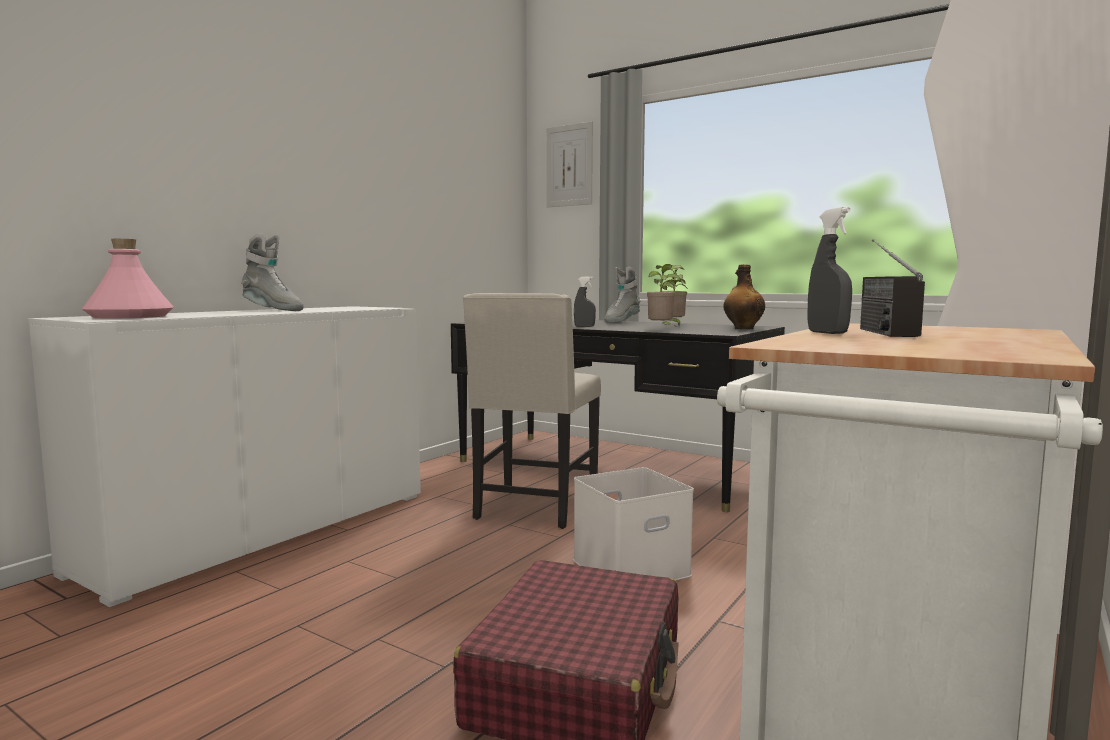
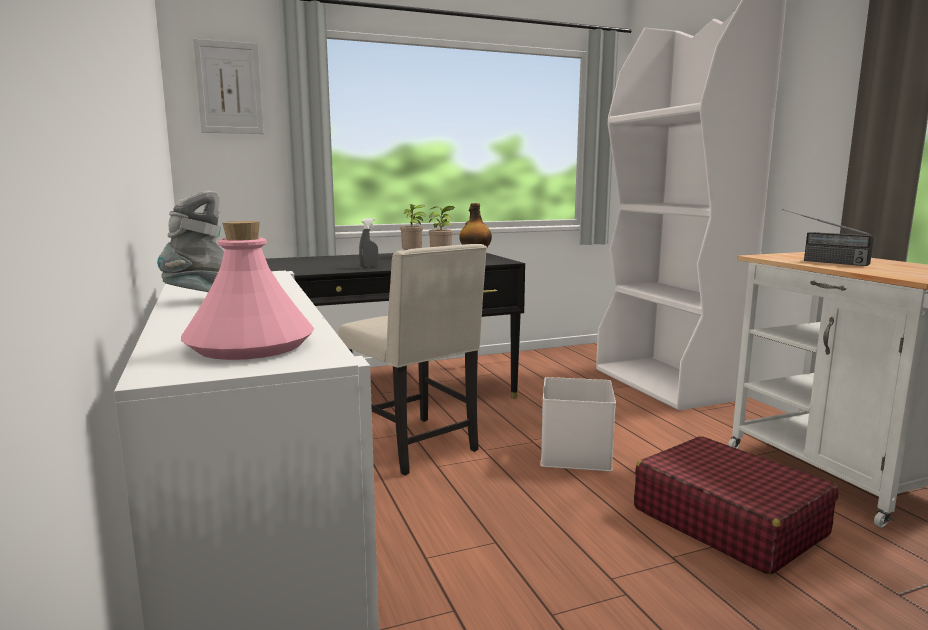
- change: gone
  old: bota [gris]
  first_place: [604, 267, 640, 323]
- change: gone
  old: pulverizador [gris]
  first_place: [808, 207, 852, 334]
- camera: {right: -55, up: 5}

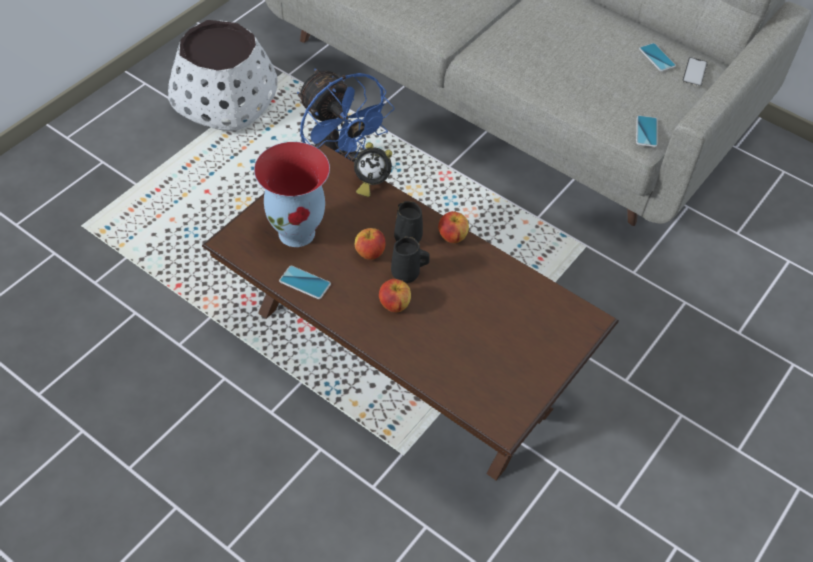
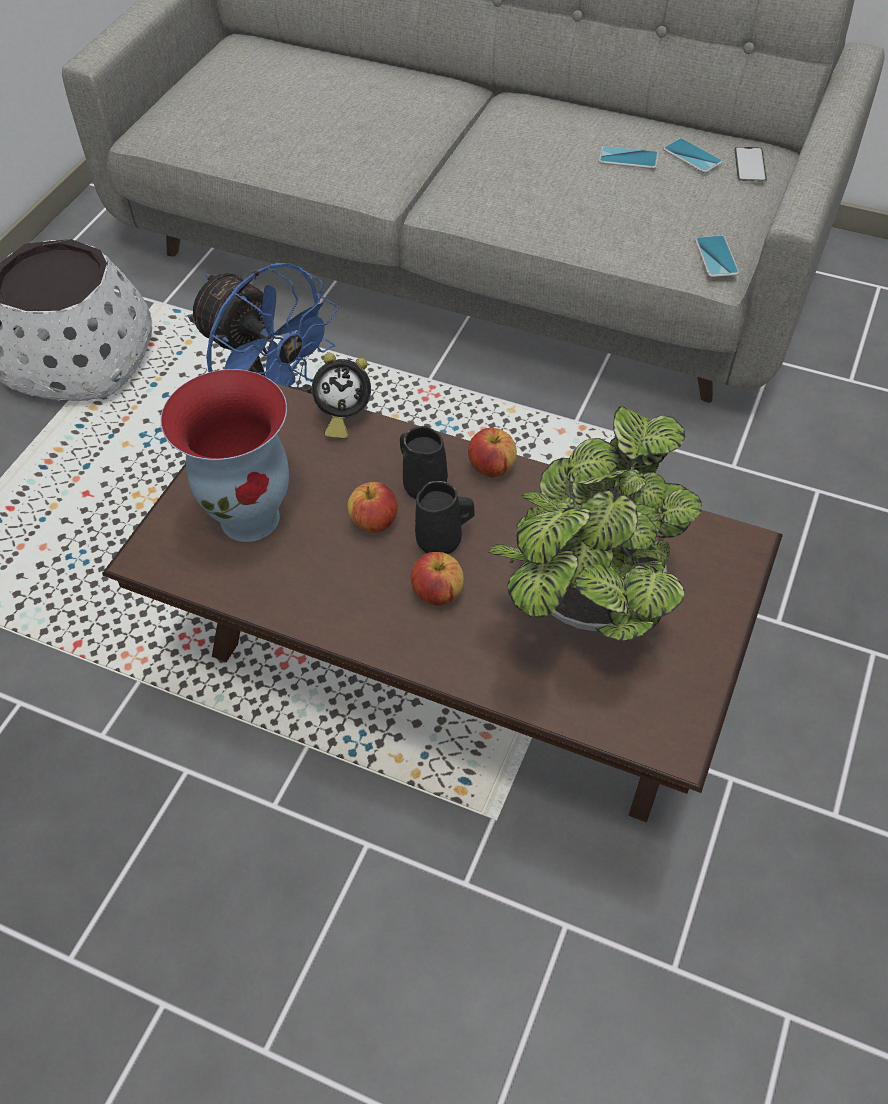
- change: new
  new: planta en maceta
  second_place: [489, 406, 702, 641]
- change: shifted
  old: móvil
  first_place: [279, 266, 331, 299]
  second_place: [599, 146, 659, 169]
- camera: {right: -10, up: 0}

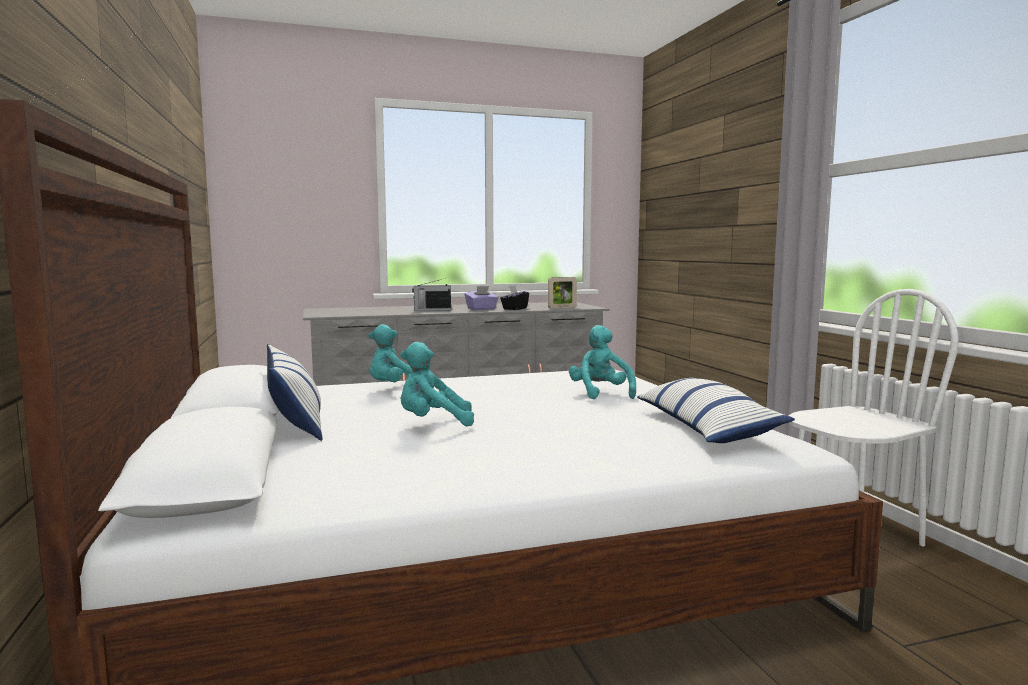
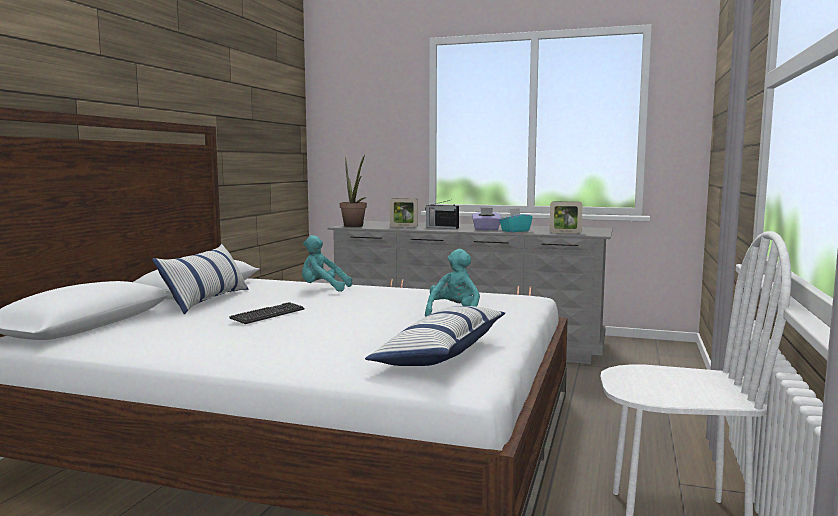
- change: swapped
  old: peluche [turquesa]
  new: teclado
  first_place: [400, 342, 474, 426]
  second_place: [229, 302, 305, 324]
- change: new
  new: planta en maceta
  second_place: [340, 155, 367, 227]
- change: new
  new: portarretratos
  second_place: [390, 198, 418, 227]
- change: repainted
  old: caja de pañuelos [negro]
  new: caja de pañuelos [turquesa]
  first_place: [500, 286, 529, 310]
  second_place: [499, 208, 533, 232]
- camera: {right: 35, up: 0}

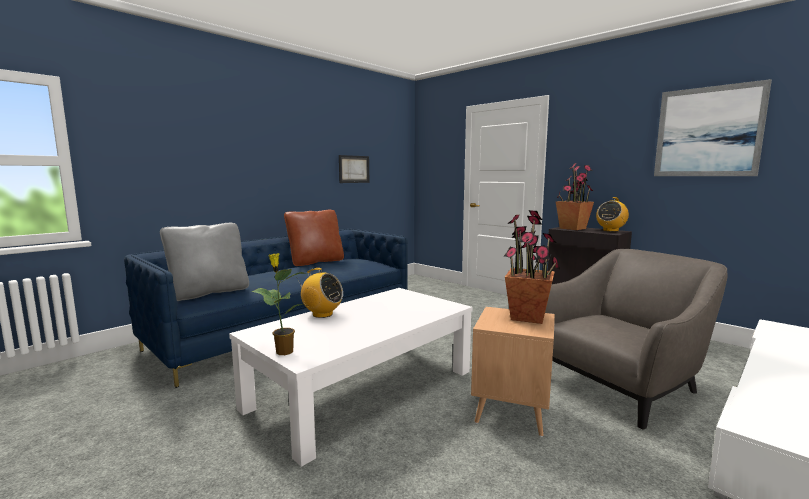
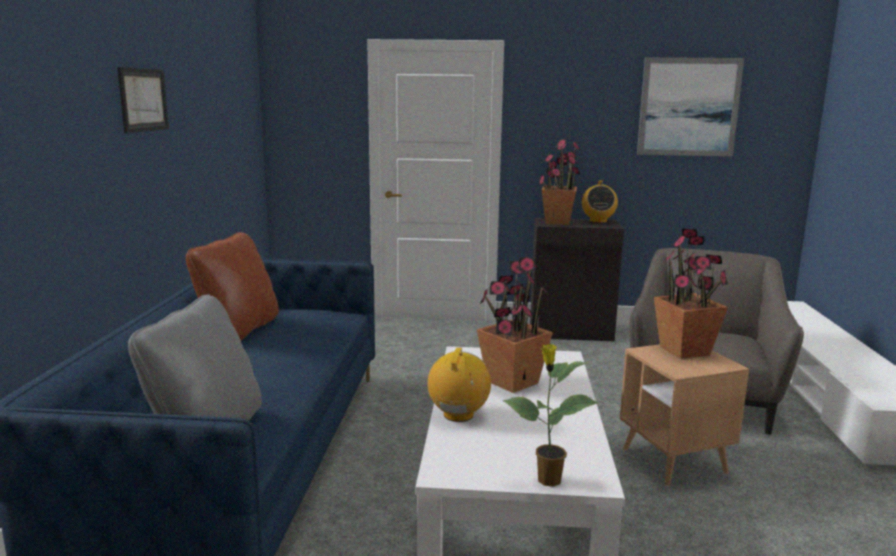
- change: shifted
  old: cuadro
  first_place: [339, 155, 369, 183]
  second_place: [117, 67, 169, 133]
- change: rotated
  old: radio
  first_place: [296, 268, 343, 318]
  second_place: [427, 347, 491, 422]
  degrees: -60
- change: new
  new: planta en maceta
  second_place: [477, 256, 553, 393]
- camera: {right: -40, up: 5}

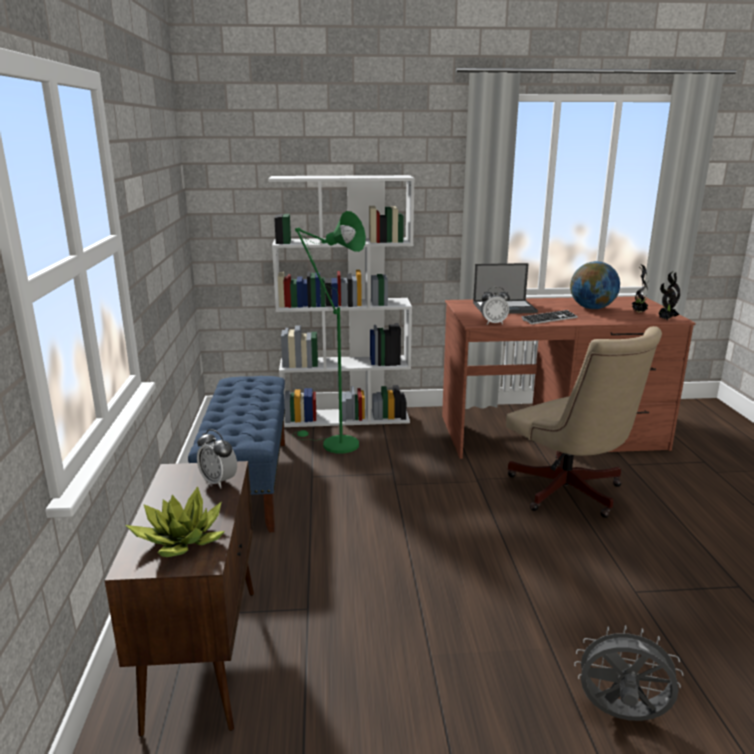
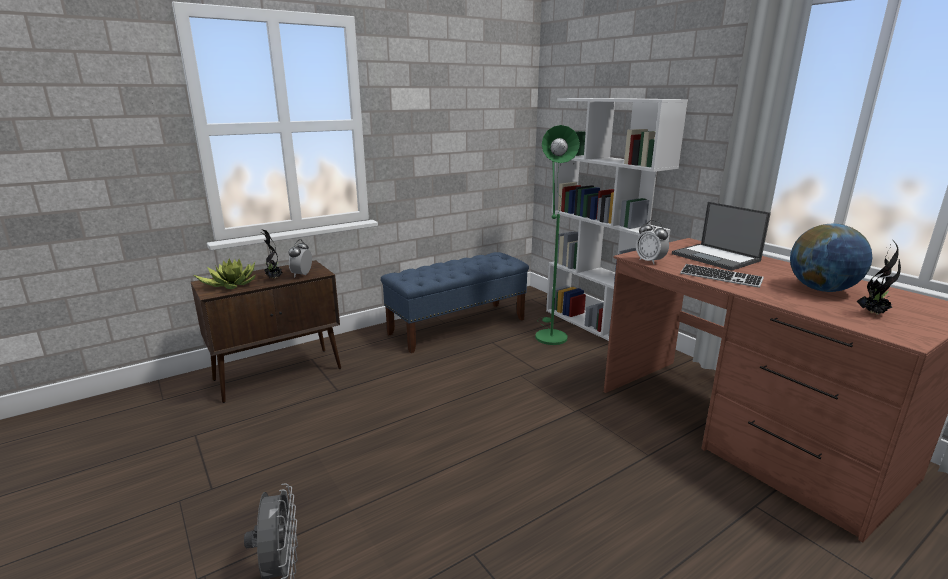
- change: shifted
  old: planta en maceta
  first_place: [658, 271, 680, 320]
  second_place: [261, 230, 283, 279]
- change: gone
  old: silla de oficina [beis]
  first_place: [506, 326, 662, 518]
- camera: {right: 60, up: 0}

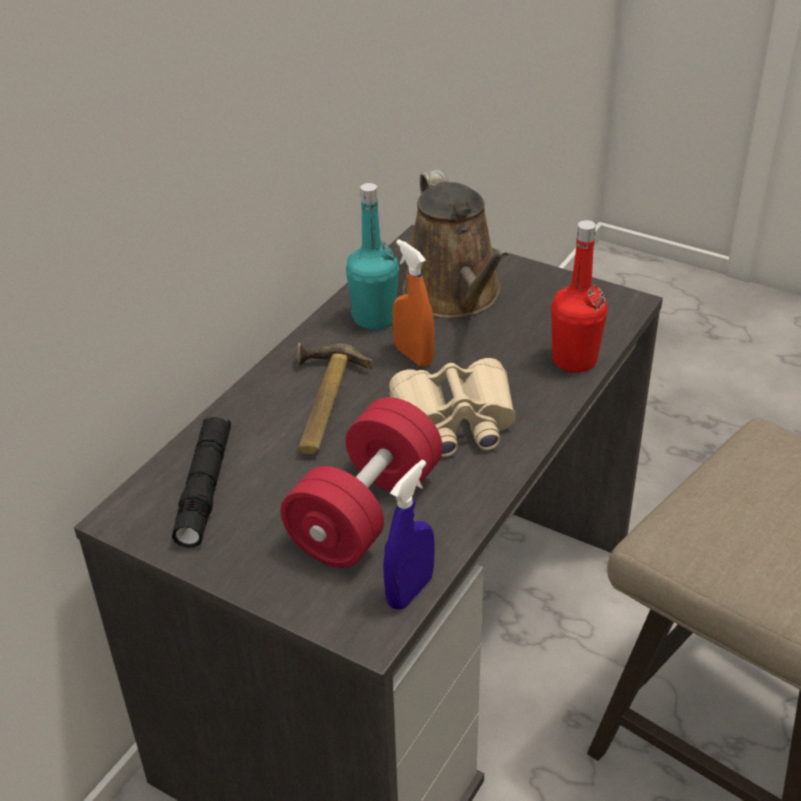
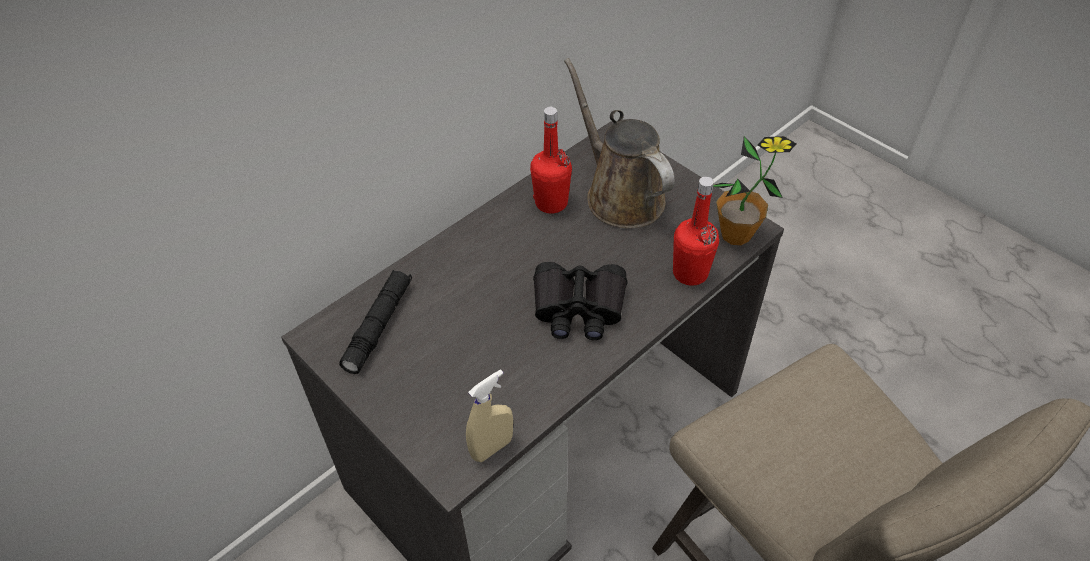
- change: repainted
  old: pulverizador [azul]
  new: pulverizador [beis]
  first_place: [383, 460, 435, 610]
  second_place: [466, 370, 513, 462]
- change: repainted
  old: botella [turquesa]
  new: botella [rojo]
  first_place: [346, 183, 399, 330]
  second_place: [530, 107, 572, 214]
- change: repainted
  old: prismáticos [beis]
  new: prismáticos [negro]
  first_place: [389, 358, 516, 457]
  second_place: [533, 262, 627, 340]
- change: rotated
  old: regadera [marrón]
  first_place: [402, 169, 509, 318]
  second_place: [564, 58, 675, 228]
  degrees: 150
- change: new
  new: planta en maceta
  second_place: [713, 136, 796, 245]
- change: gone
  old: mancuerna [rojo]
  first_place: [281, 397, 443, 568]
- change: gone
  old: martillo
  first_place: [297, 342, 373, 455]
- change: gone
  old: pulverizador [naranja]
  first_place: [392, 239, 435, 367]
- camera: {right: 15, up: 10}

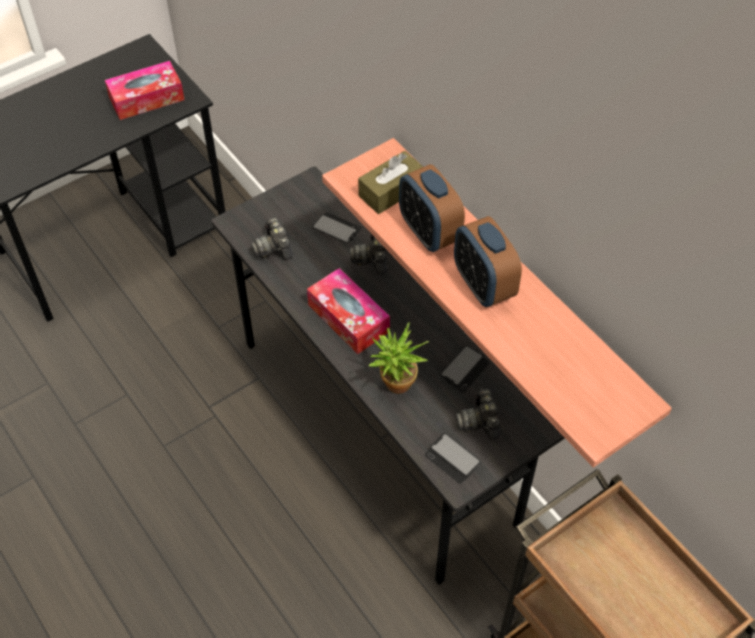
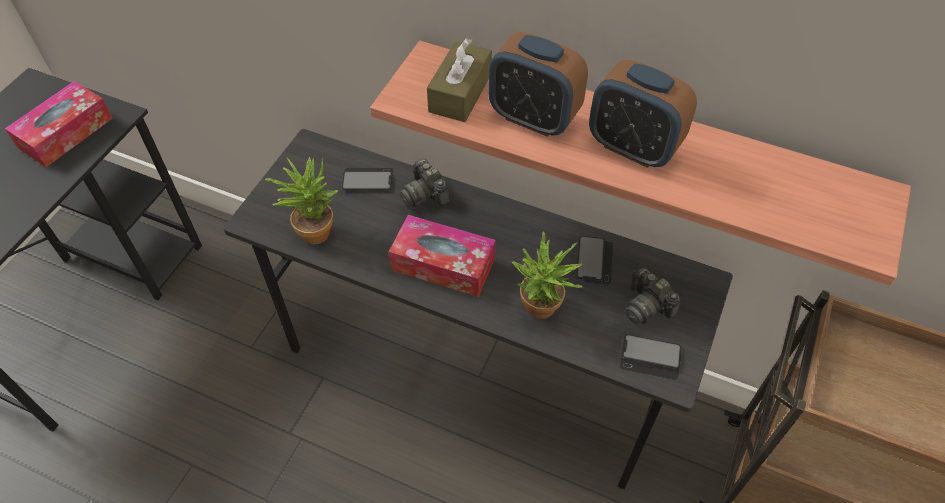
- change: swapped
  old: cámara
  new: planta en maceta
  first_place: [251, 217, 293, 260]
  second_place: [265, 157, 338, 244]
- camera: {right: -30, up: 0}

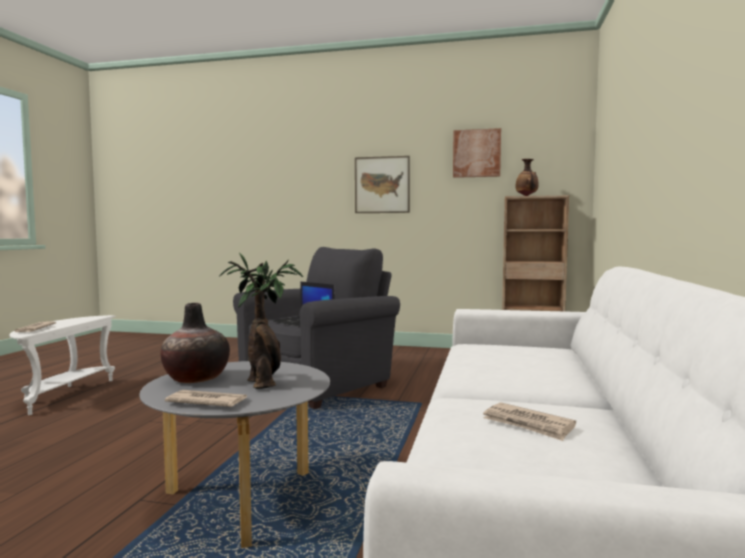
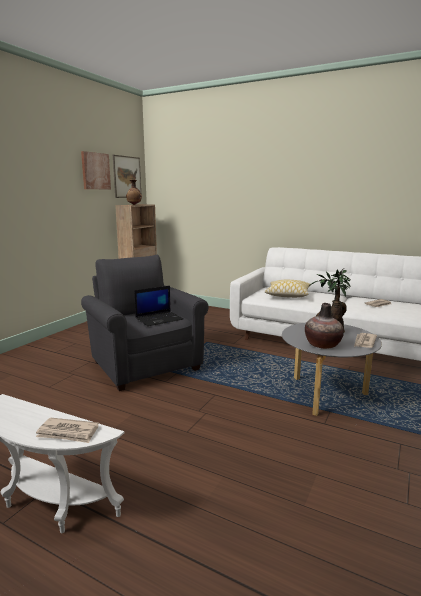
- change: shifted
  old: cuadro
  first_place: [355, 156, 410, 213]
  second_place: [113, 155, 141, 198]
- change: new
  new: cojín
  second_place: [265, 280, 310, 298]
- camera: {right: -75, up: 10}

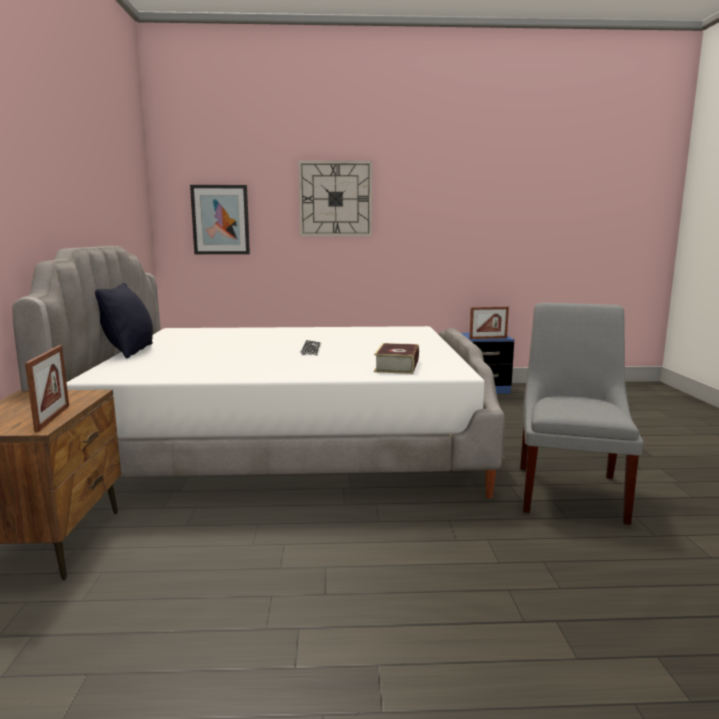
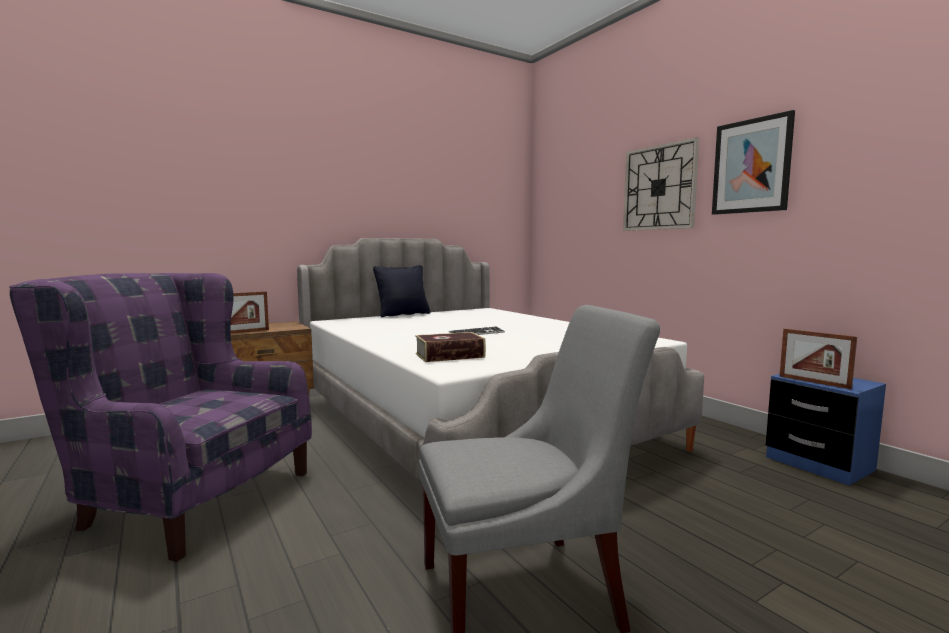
- change: new
  new: sillón [morado]
  second_place: [9, 273, 312, 562]
- change: shifted
  old: cuadro
  first_place: [190, 185, 250, 254]
  second_place: [712, 110, 795, 215]
- camera: {right: 60, up: -5}

